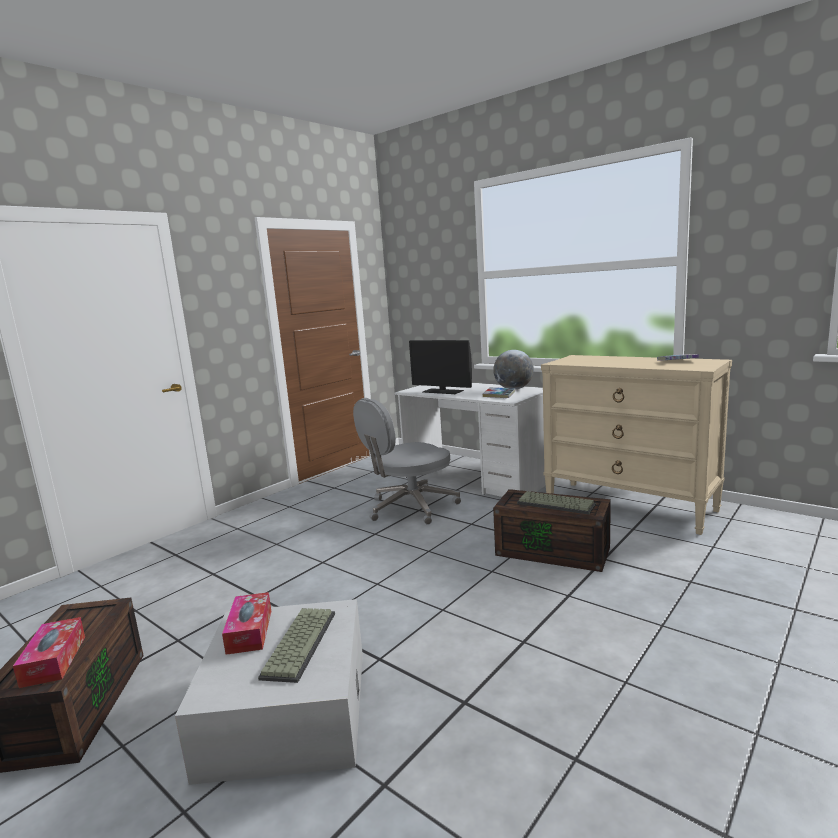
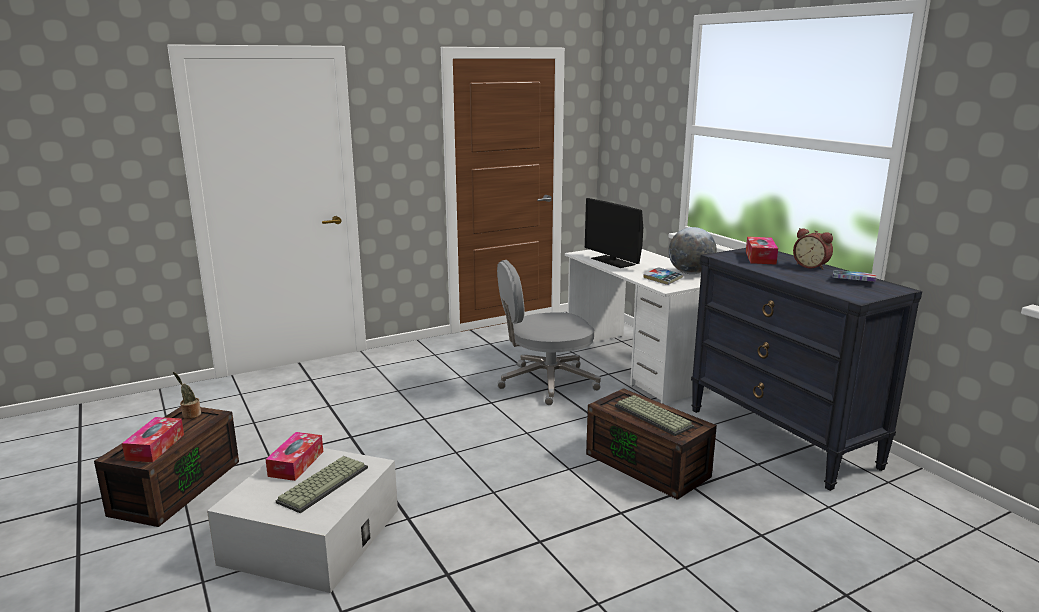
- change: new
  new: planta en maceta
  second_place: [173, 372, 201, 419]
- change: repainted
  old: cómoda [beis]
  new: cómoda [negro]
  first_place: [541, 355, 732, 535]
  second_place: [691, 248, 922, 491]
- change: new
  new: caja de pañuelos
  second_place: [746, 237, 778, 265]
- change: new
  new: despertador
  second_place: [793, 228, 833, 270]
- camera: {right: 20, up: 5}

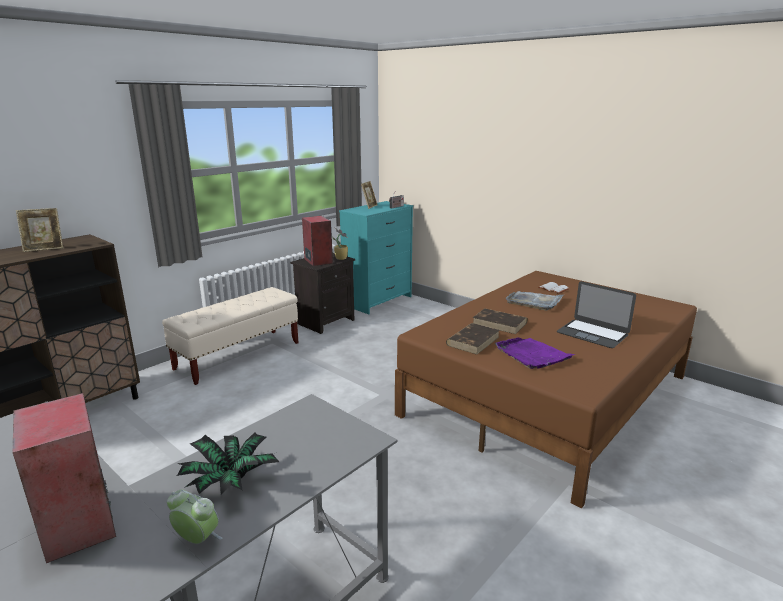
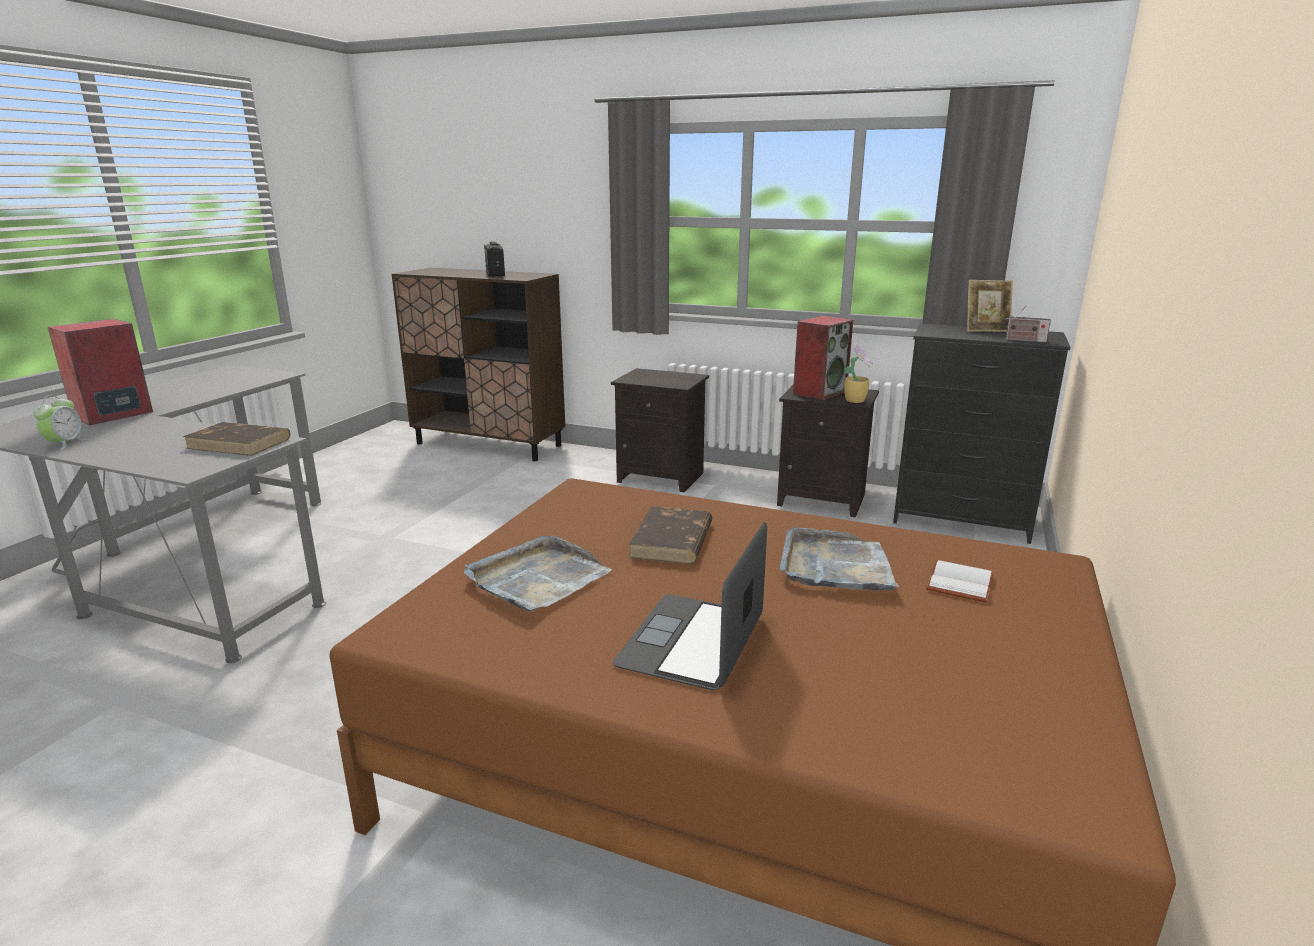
- change: shifted
  old: libro [marrón]
  first_place: [446, 323, 500, 354]
  second_place: [183, 422, 291, 456]
- change: repainted
  old: bandeja [morado]
  new: bandeja [gris]
  first_place: [495, 338, 575, 369]
  second_place: [464, 536, 612, 612]
- change: swapped
  old: portarretratos
  new: radio
  first_place: [16, 208, 63, 252]
  second_place: [484, 241, 505, 277]
- change: swapped
  old: banco [beis]
  new: mesita de noche [negro]
  first_place: [162, 287, 299, 385]
  second_place: [611, 368, 709, 493]
- change: repainted
  old: cómoda [turquesa]
  new: cómoda [negro]
  first_place: [339, 201, 413, 314]
  second_place: [893, 323, 1070, 544]
- change: gone
  old: planta en maceta
  first_place: [177, 432, 279, 494]
- camera: {right: 70, up: 0}

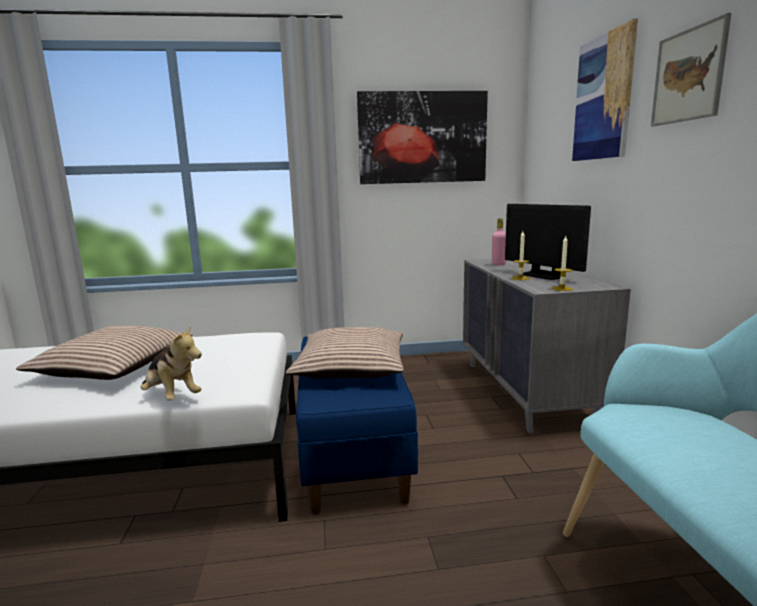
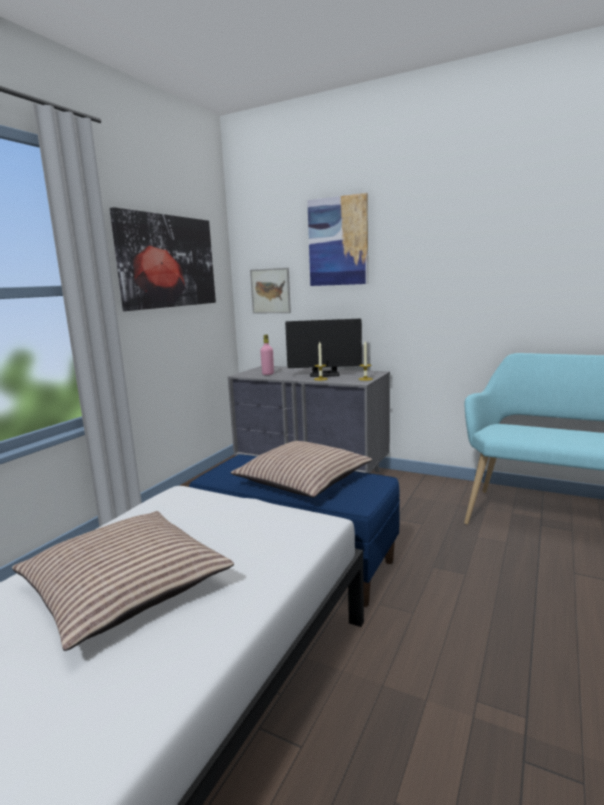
- change: shifted
  old: cuadro
  first_place: [651, 13, 732, 126]
  second_place: [250, 268, 291, 313]
- change: gone
  old: peluche
  first_place: [140, 326, 202, 400]
- camera: {right: -55, up: 0}

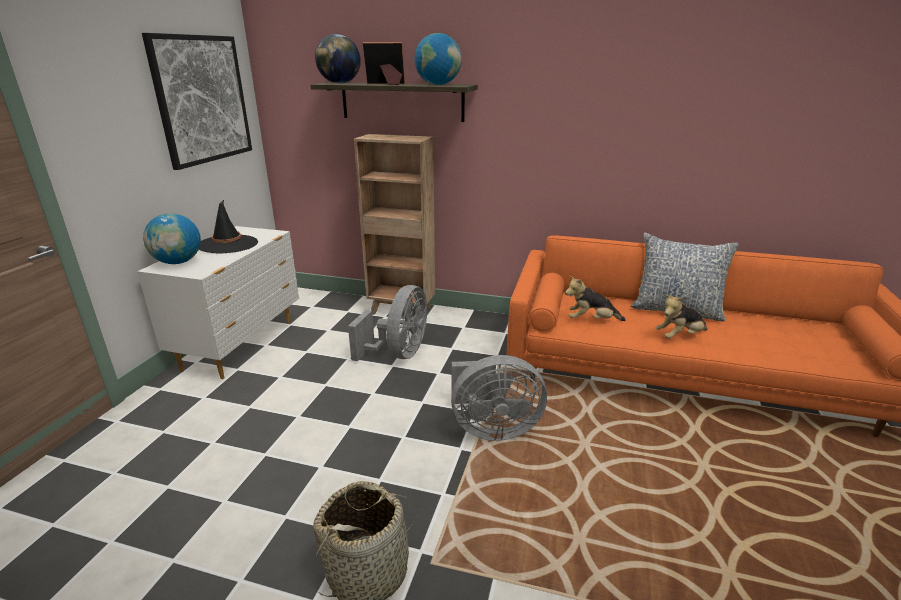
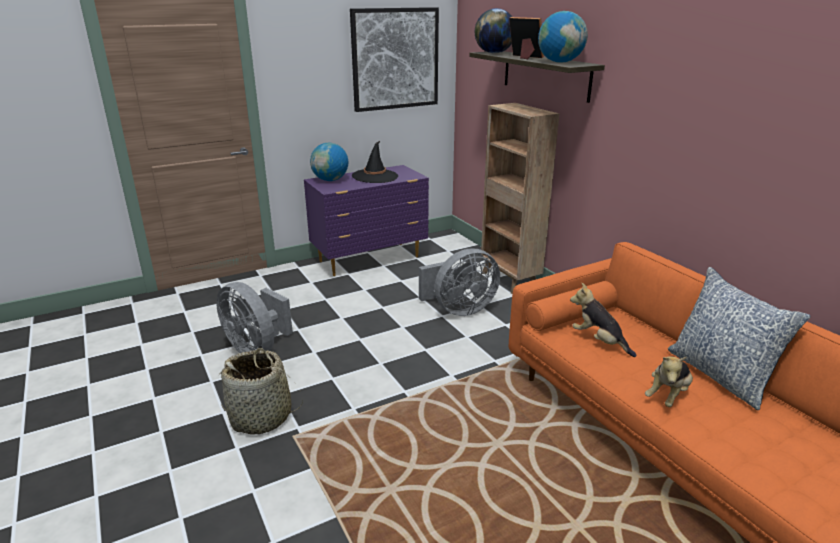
- change: shifted
  old: ventilador [gris]
  first_place: [451, 355, 547, 441]
  second_place: [216, 282, 293, 353]
- change: repainted
  old: cómoda [blanco]
  new: cómoda [morado]
  first_place: [137, 226, 299, 379]
  second_place: [304, 165, 429, 276]
- change: rotated
  old: peluche
  first_place: [655, 294, 707, 338]
  second_place: [645, 356, 693, 407]
  degrees: -75
- camera: {right: 45, up: 0}

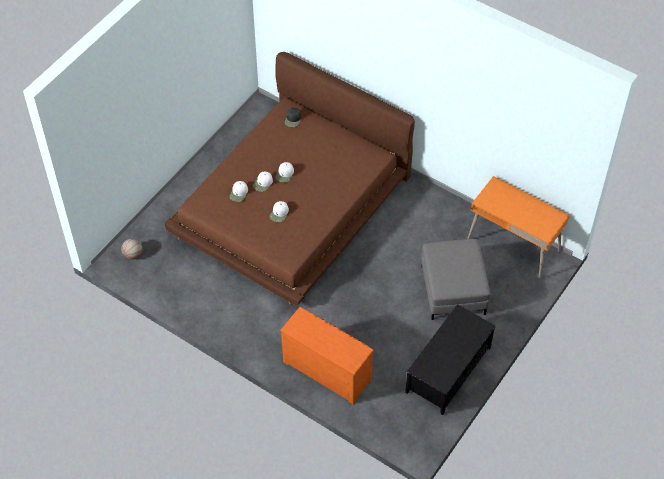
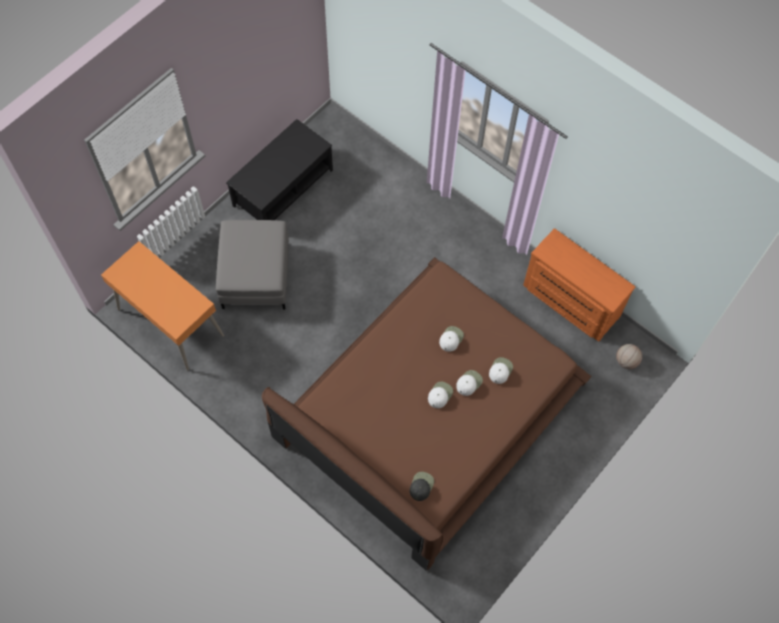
- change: shifted
  old: cómoda [naranja]
  first_place: [281, 307, 374, 405]
  second_place: [523, 228, 635, 342]
- camera: {right: -175, up: 10}

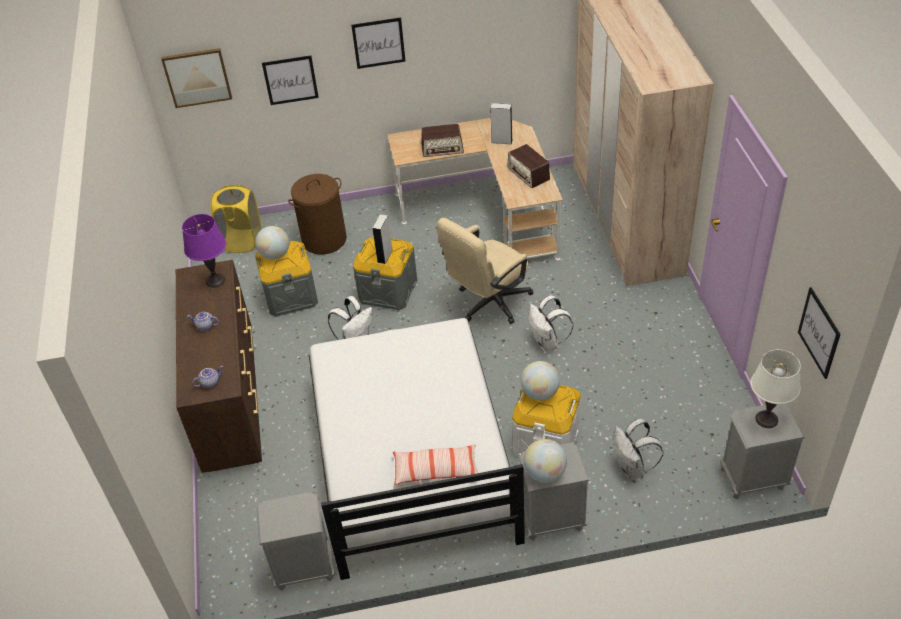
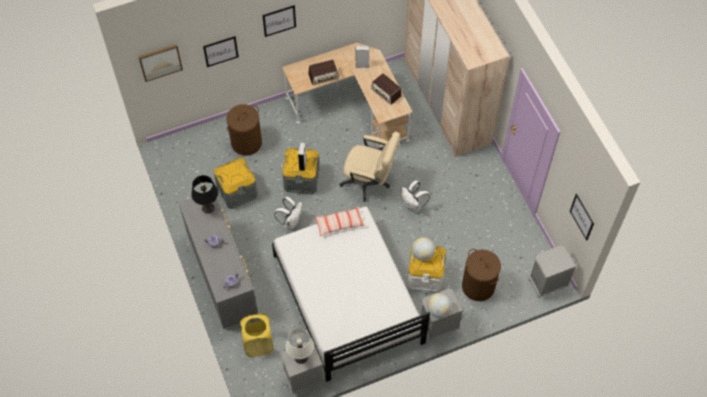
- change: repainted
  old: cómoda [marrón]
  new: cómoda [gris]
  first_place: [176, 260, 262, 473]
  second_place: [178, 198, 258, 329]
- change: repainted
  old: lámpara de mesa [morado]
  new: lámpara de mesa [negro]
  first_place: [182, 214, 226, 287]
  second_place: [191, 175, 218, 214]
- change: shifted
  old: cesto de la ropa [amarillo]
  first_place: [210, 185, 262, 253]
  second_place: [240, 314, 274, 357]
- change: shifted
  old: lámpara de mesa [blanco]
  first_place: [751, 350, 801, 428]
  second_place: [286, 328, 314, 364]
- change: shifted
  old: cojín
  first_place: [393, 444, 478, 485]
  second_place: [314, 207, 365, 236]
- change: rotated
  old: silla de oficina [beis]
  first_place: [437, 218, 533, 324]
  second_place: [339, 131, 400, 202]
  degrees: -105
- change: swapped
  old: mochila [blanco]
  new: cesto de la ropa [marrón]
  first_place: [613, 419, 664, 479]
  second_place: [462, 249, 501, 301]
- change: gone
  old: globo terráqueo
  first_place: [255, 226, 289, 260]
- camera: {right: -15, up: 15}

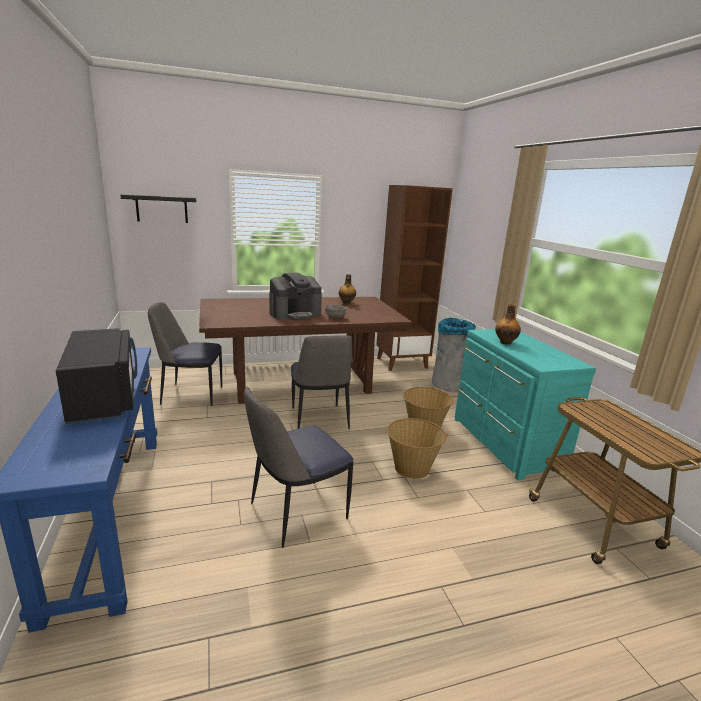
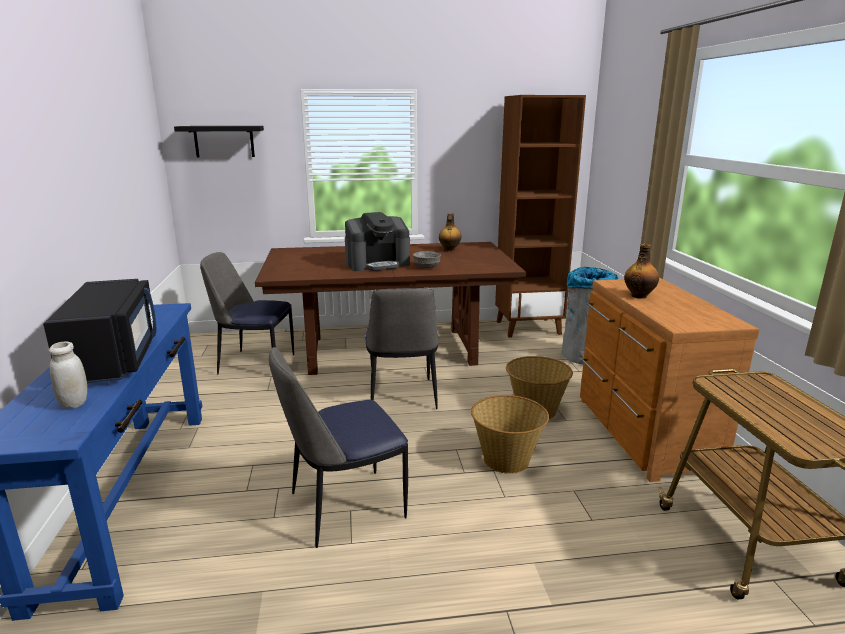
- change: new
  new: tarro [blanco]
  second_place: [49, 342, 87, 409]
- change: repainted
  old: cómoda [turquesa]
  new: cómoda [marrón]
  first_place: [455, 329, 596, 481]
  second_place: [580, 278, 759, 482]
- camera: {right: 10, up: 0}

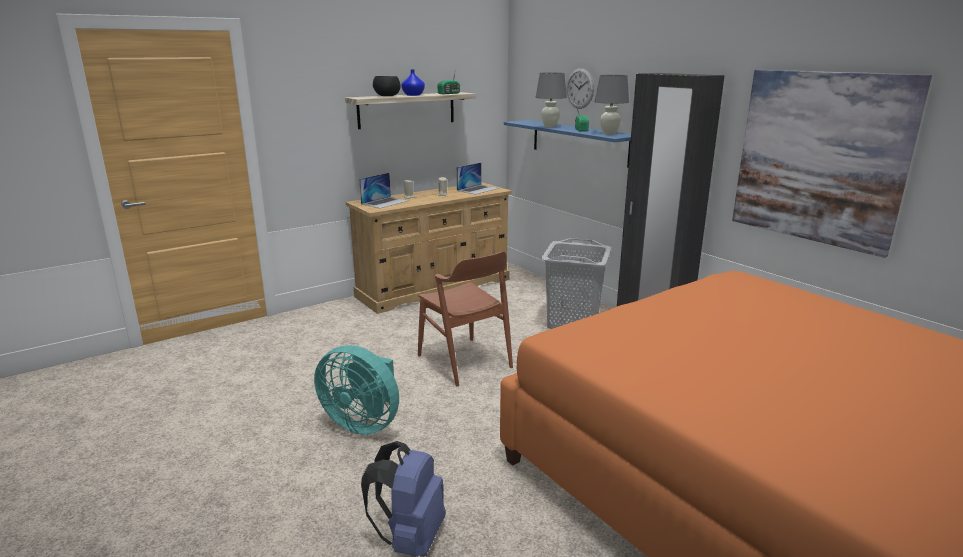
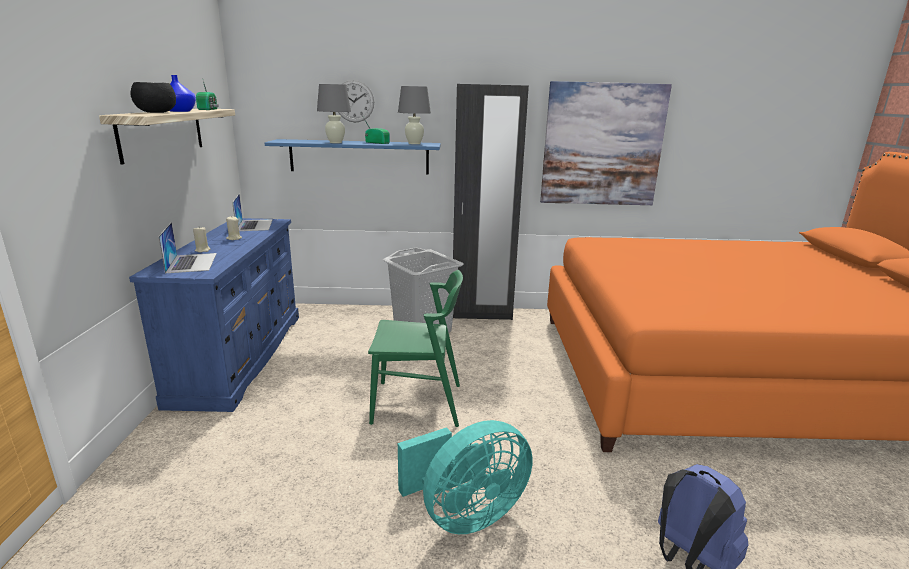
- change: repainted
  old: cómoda [beis]
  new: cómoda [azul]
  first_place: [346, 182, 512, 314]
  second_place: [129, 218, 299, 412]
- change: repainted
  old: silla [marrón]
  new: silla [verde]
  first_place: [418, 252, 513, 387]
  second_place: [368, 270, 463, 427]
- camera: {right: -55, up: 0}

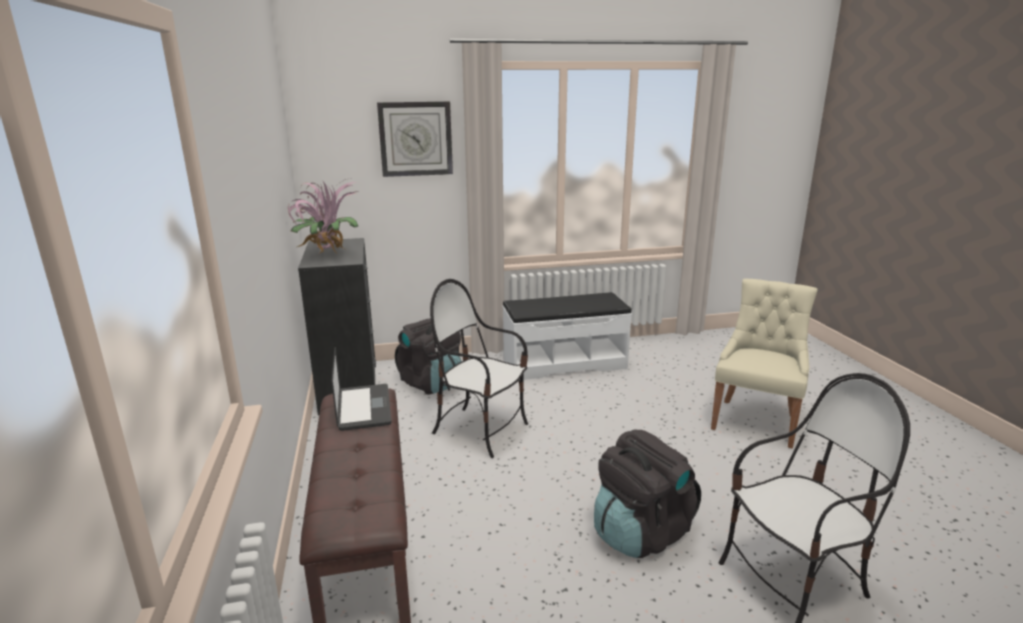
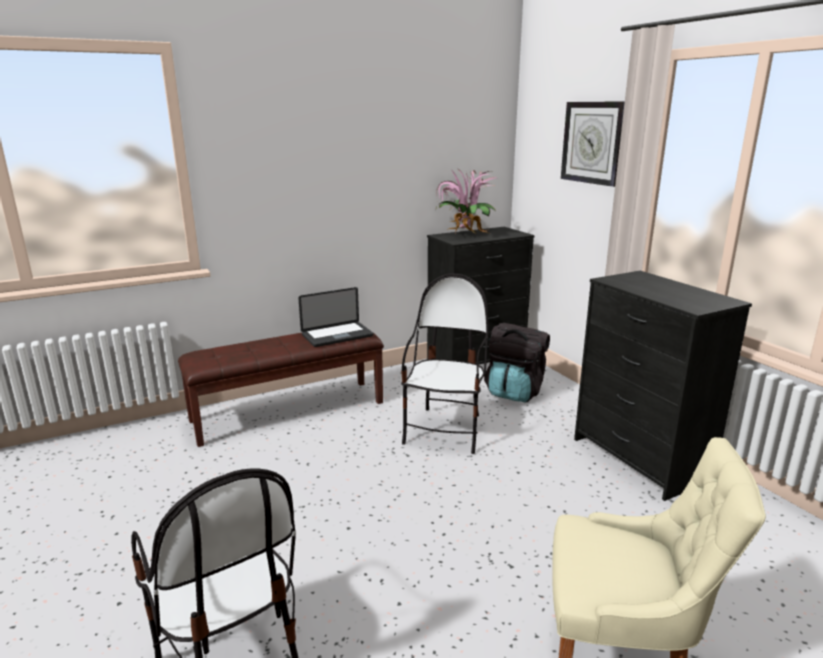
- change: swapped
  old: banco [blanco]
  new: cómoda [negro]
  first_place: [502, 292, 632, 380]
  second_place: [574, 271, 752, 501]
- change: gone
  old: mochila [negro]
  first_place: [594, 430, 701, 558]
- camera: {right: 75, up: 0}

